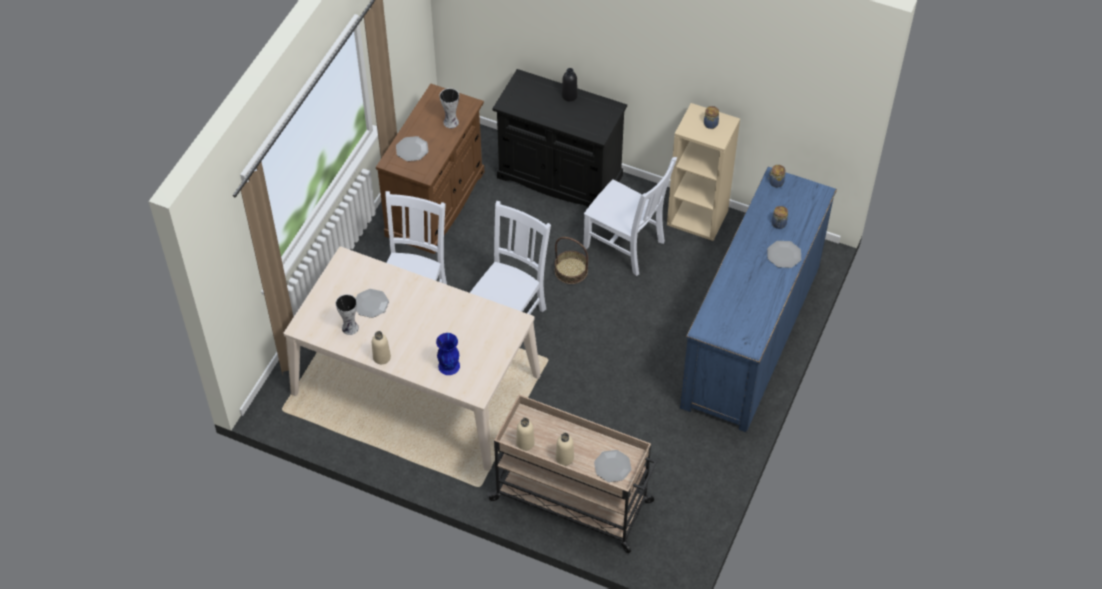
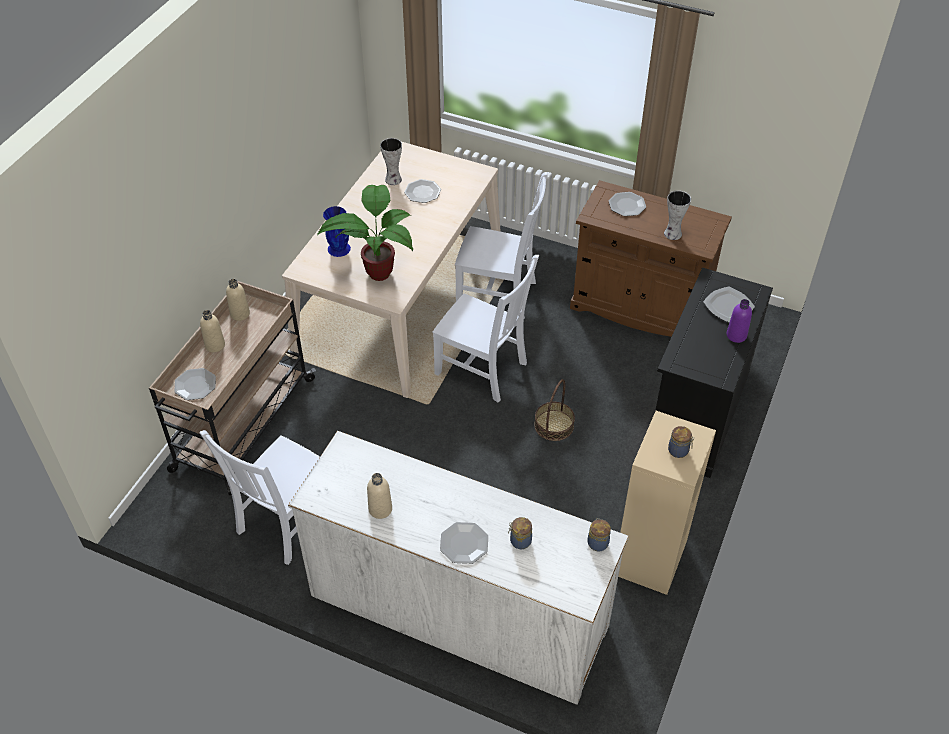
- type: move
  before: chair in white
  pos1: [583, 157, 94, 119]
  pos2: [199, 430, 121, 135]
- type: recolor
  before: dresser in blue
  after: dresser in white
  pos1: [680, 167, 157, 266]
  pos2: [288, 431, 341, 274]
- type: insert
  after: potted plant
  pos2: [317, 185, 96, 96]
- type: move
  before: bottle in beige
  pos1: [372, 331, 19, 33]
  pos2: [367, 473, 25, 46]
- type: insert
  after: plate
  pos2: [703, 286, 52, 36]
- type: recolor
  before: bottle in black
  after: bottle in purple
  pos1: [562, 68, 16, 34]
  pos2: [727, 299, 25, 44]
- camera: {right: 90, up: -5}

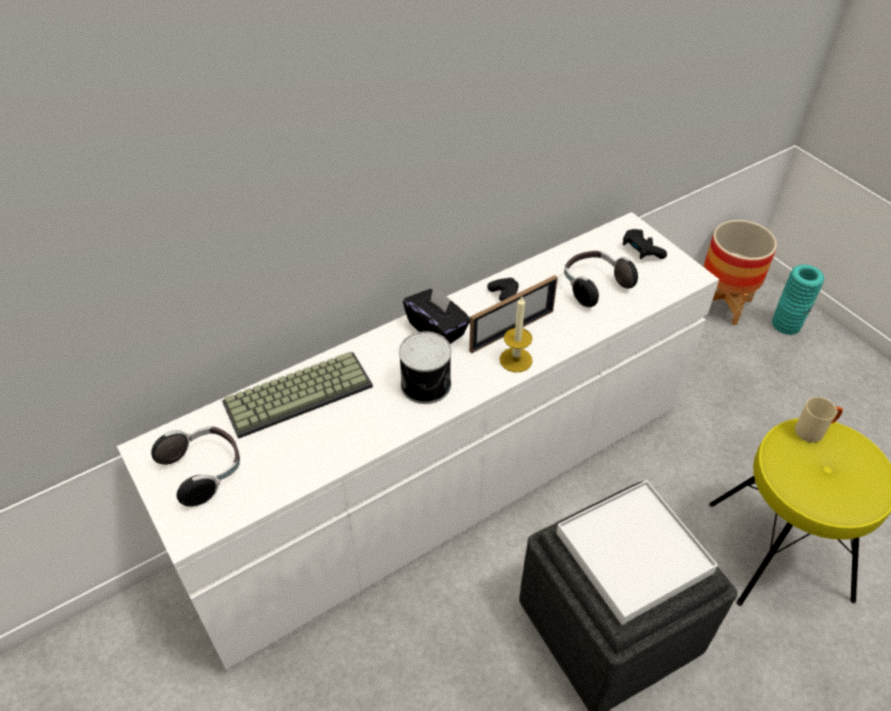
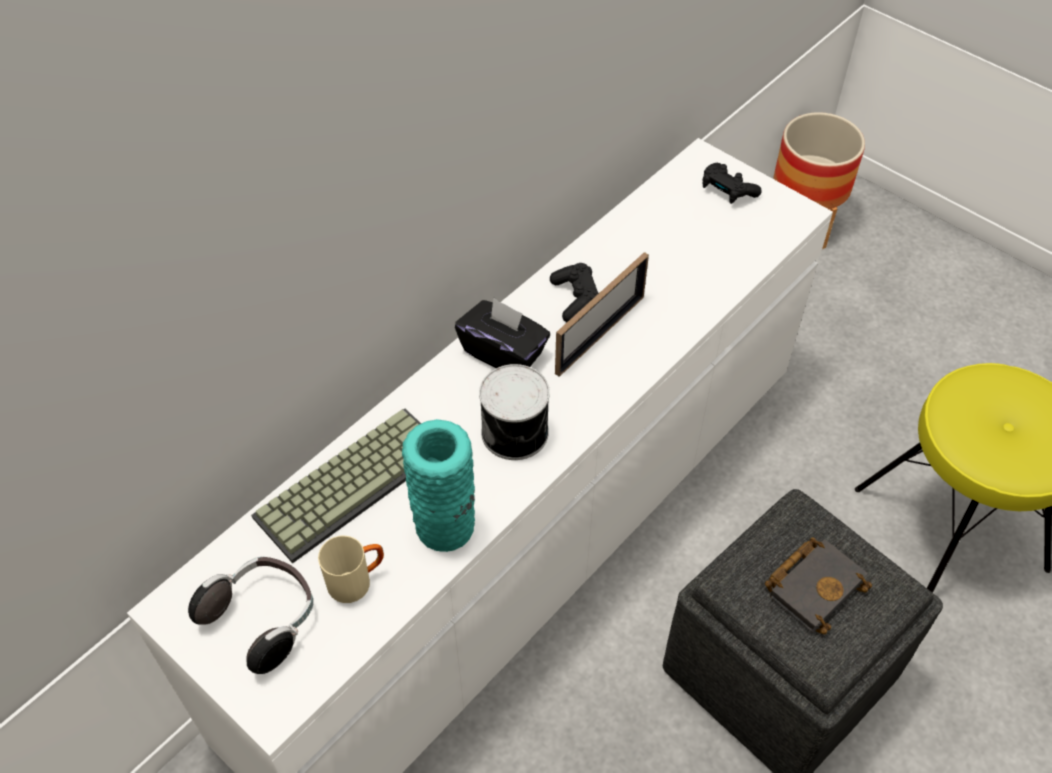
- type: move
  before: mug in beige
  pos1: [795, 397, 48, 46]
  pos2: [318, 535, 66, 68]
- type: move
  before: vase in turquoise
  pos1: [772, 265, 52, 70]
  pos2: [402, 419, 73, 133]
- type: replace
  before: tray in white
  after: book in black
  pos1: [556, 480, 162, 145]
  pos2: [765, 537, 107, 97]
- type: delete
  before: candle
  pos1: [500, 297, 32, 75]
- type: delete
  before: headphones
  pos1: [564, 251, 74, 56]
- camera: {right: -15, up: 5}

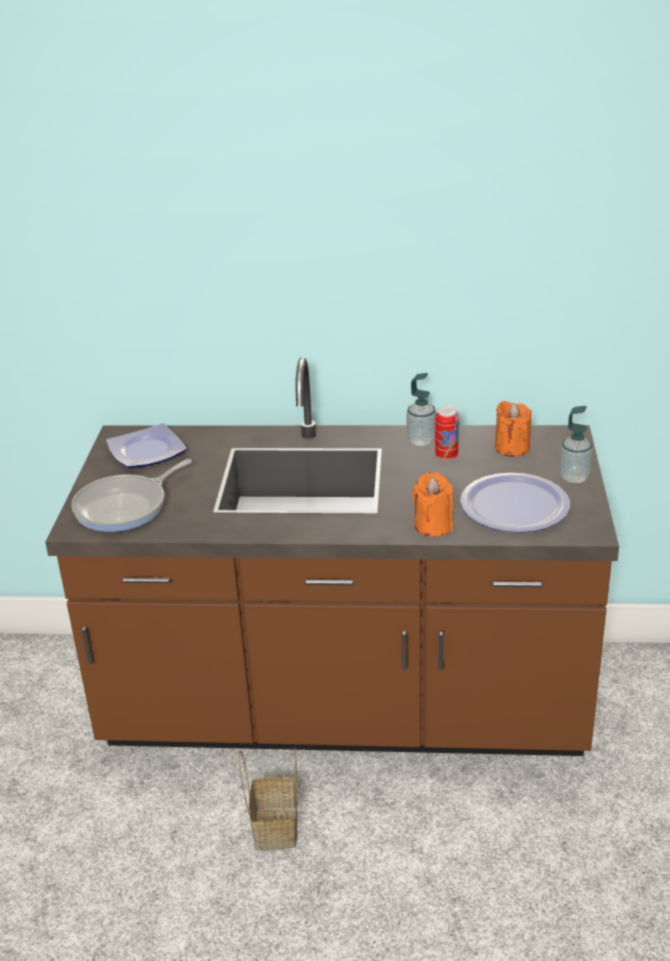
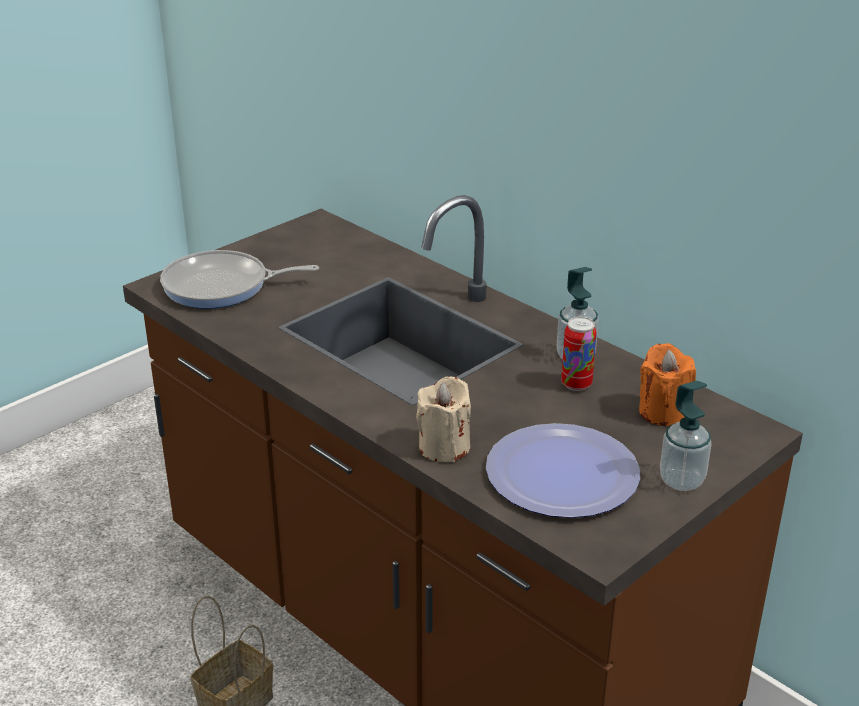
- type: recolor
  before: candle in orange
  after: candle in beige
  pos1: [412, 472, 42, 65]
  pos2: [416, 376, 55, 86]
- type: delete
  before: plate
  pos1: [106, 423, 81, 45]
- camera: {right: 40, up: 0}

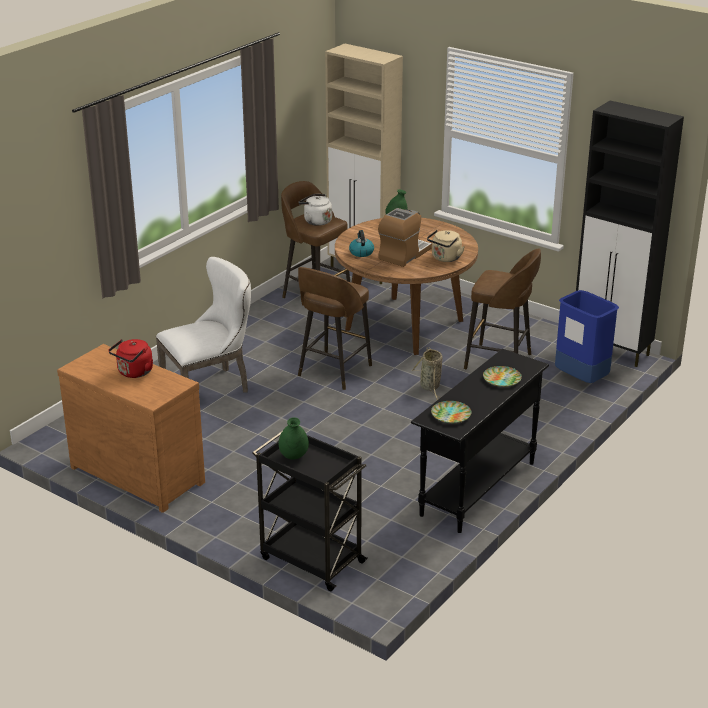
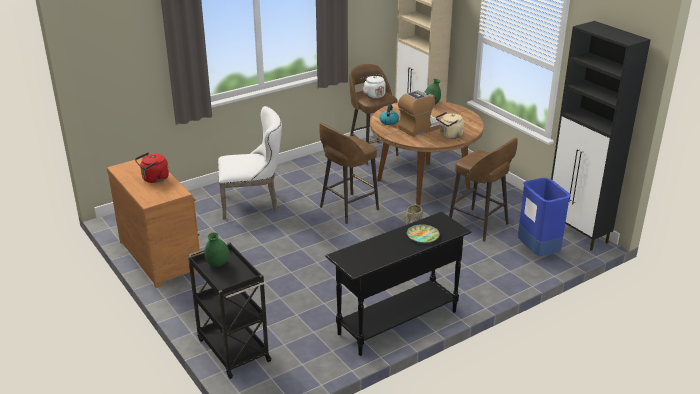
- type: delete
  before: plate
  pos1: [431, 401, 41, 22]
- camera: {right: 20, up: 0}

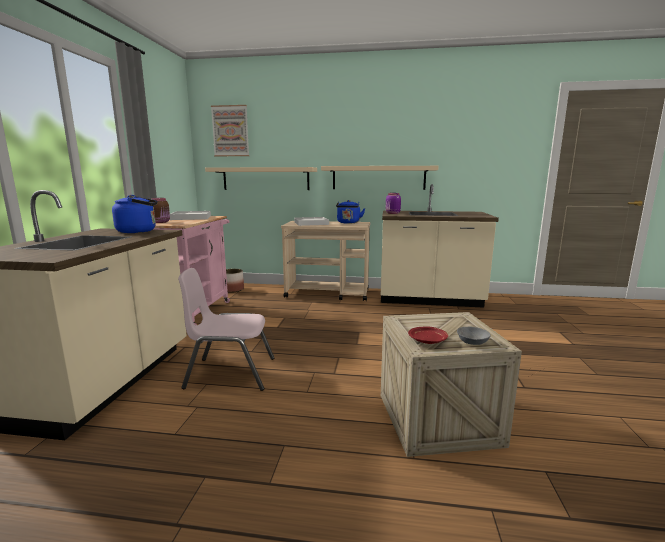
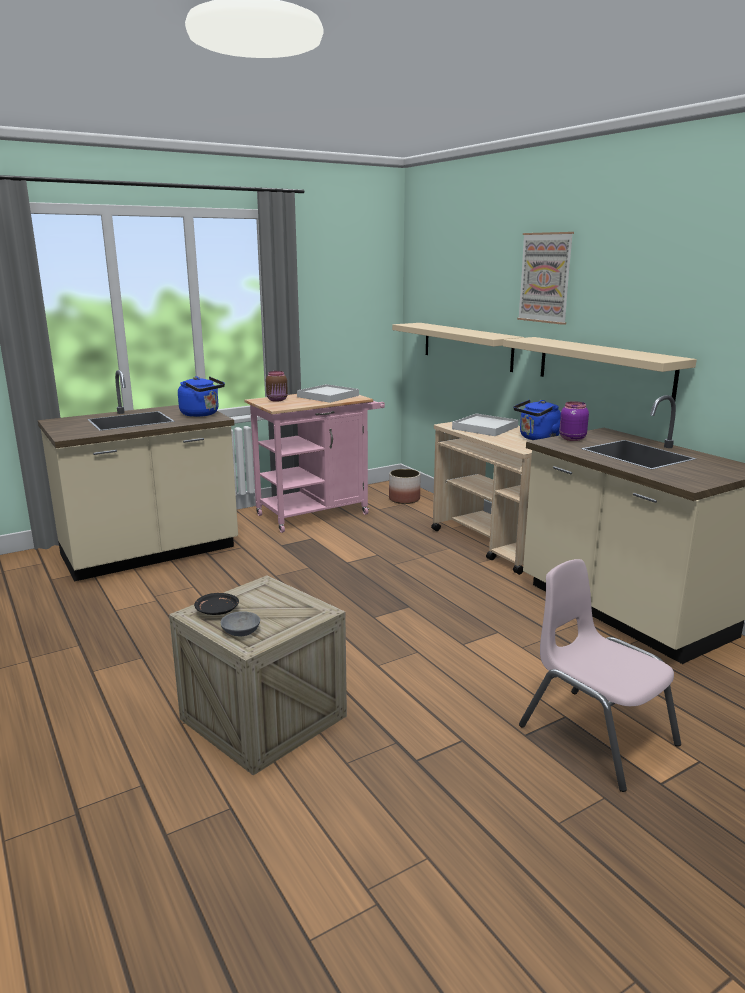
- type: recolor
  before: plate in red
  after: plate in black
  pos1: [408, 327, 40, 17]
  pos2: [194, 593, 45, 22]
- type: move
  before: picture
  pos1: [211, 105, 38, 51]
  pos2: [517, 232, 57, 93]
- type: move
  before: chair in pink
  pos1: [178, 268, 96, 123]
  pos2: [519, 559, 162, 233]
- camera: {right: 50, up: 5}

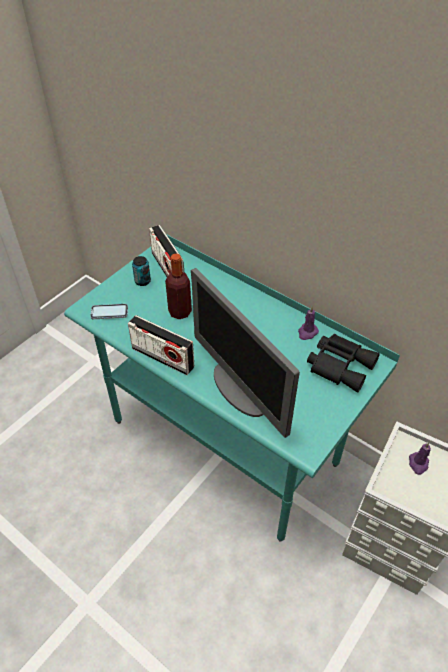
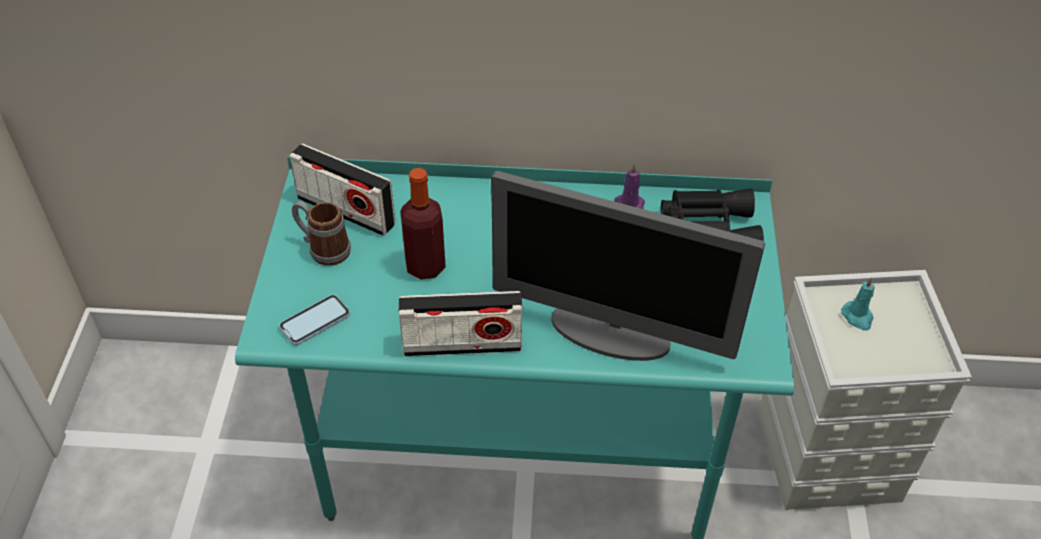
- type: replace
  before: can
  after: mug
  pos1: [132, 256, 19, 30]
  pos2: [292, 201, 59, 65]
- type: recolor
  before: candle in purple
  after: candle in turquoise
  pos1: [409, 442, 22, 33]
  pos2: [841, 277, 34, 54]
- camera: {right: -35, up: 0}

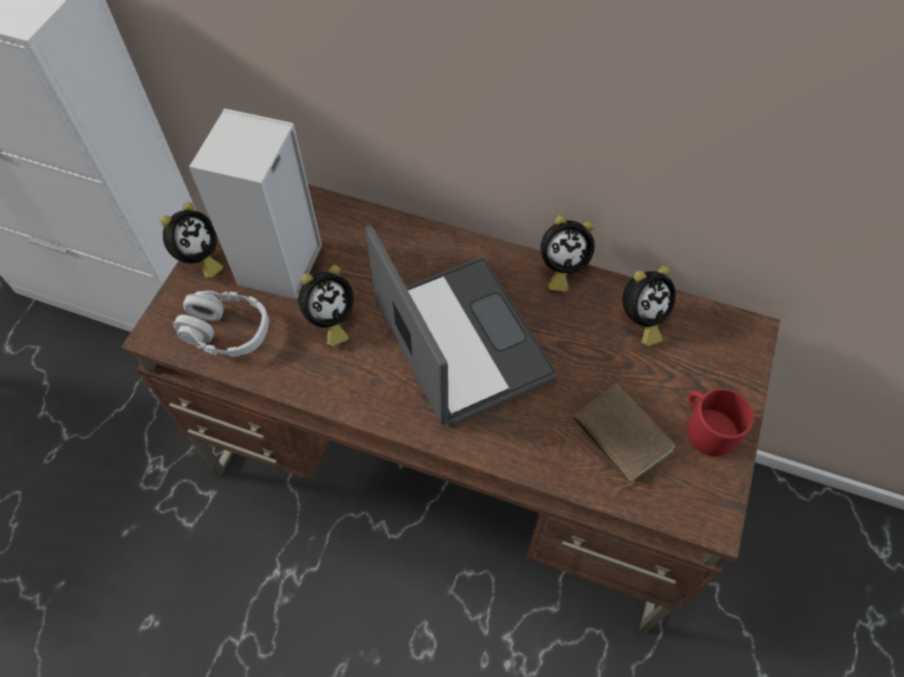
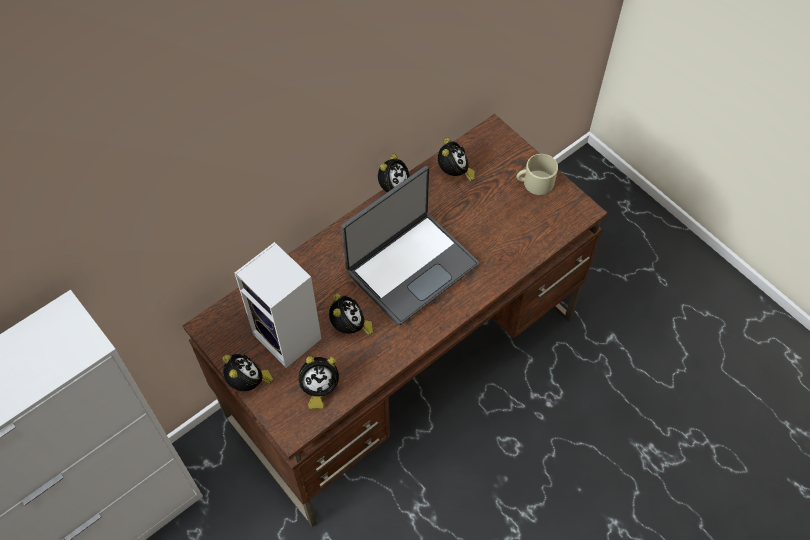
- type: replace
  before: headphones in grey
  after: alarm clock
  pos1: [173, 290, 96, 67]
  pos2: [299, 356, 40, 53]
- type: rotate
  before: laptop
  pos1: [365, 225, 192, 202]
  pos2: [341, 166, 138, 159]
  turn: 135
- type: recolor
  before: mug in red
  after: mug in beige
  pos1: [687, 389, 67, 68]
  pos2: [517, 154, 41, 41]
- type: delete
  before: book in brown
  pos1: [574, 384, 102, 108]
- camera: {right: -60, up: 0}

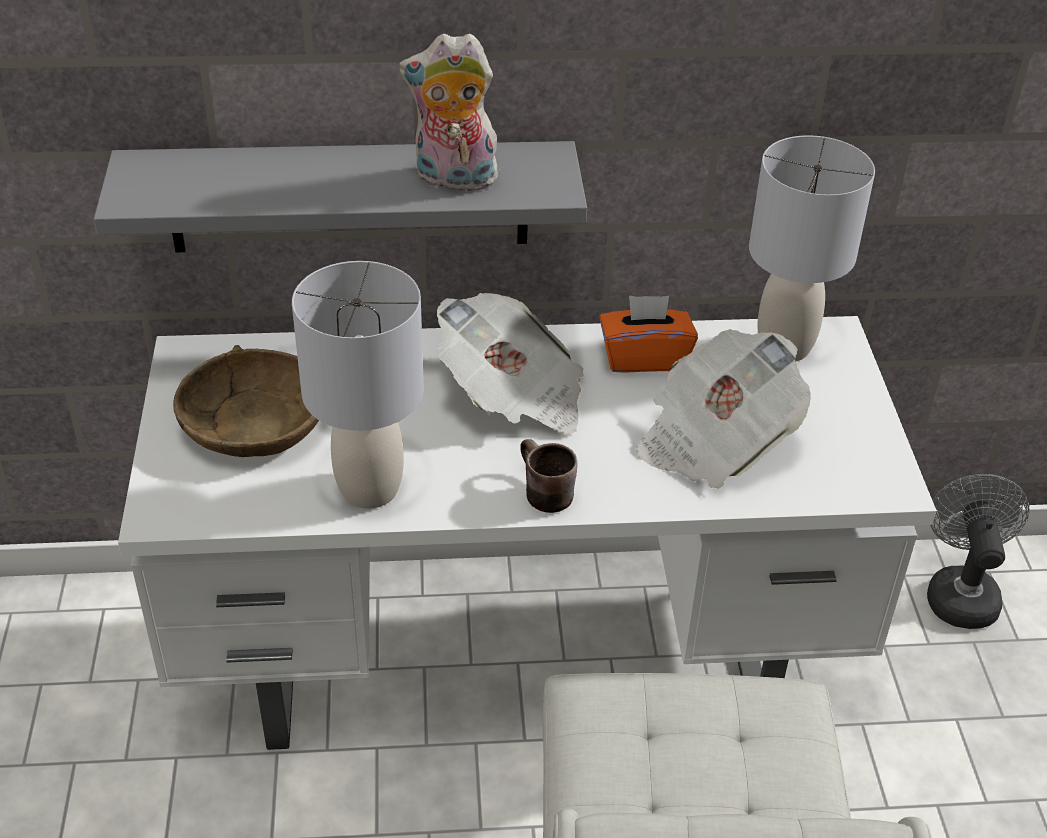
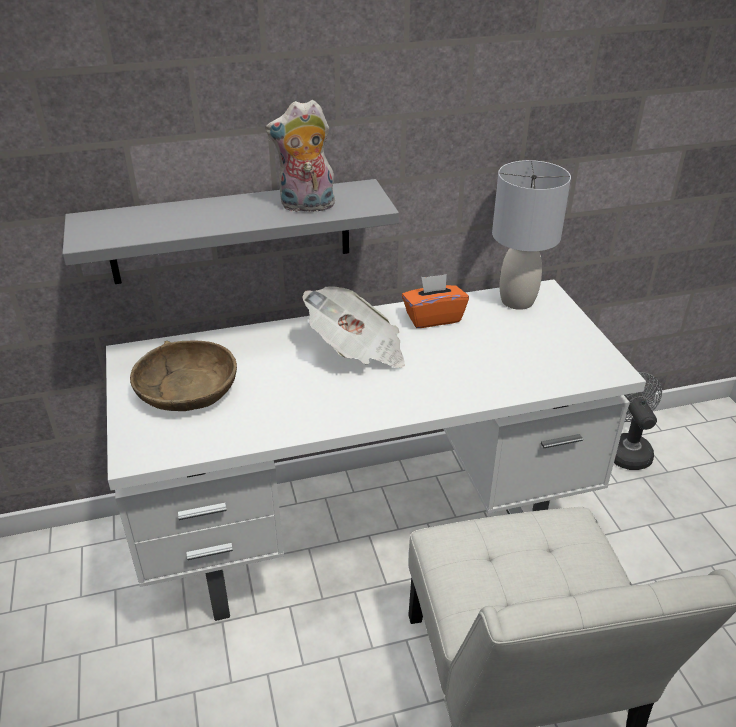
- type: delete
  before: table lamp in grey
  pos1: [292, 261, 132, 248]
- type: delete
  before: mug in brown
  pos1: [520, 439, 57, 74]
- type: delete
  before: newspaper
  pos1: [636, 329, 175, 160]
- camera: {right: -10, up: -5}

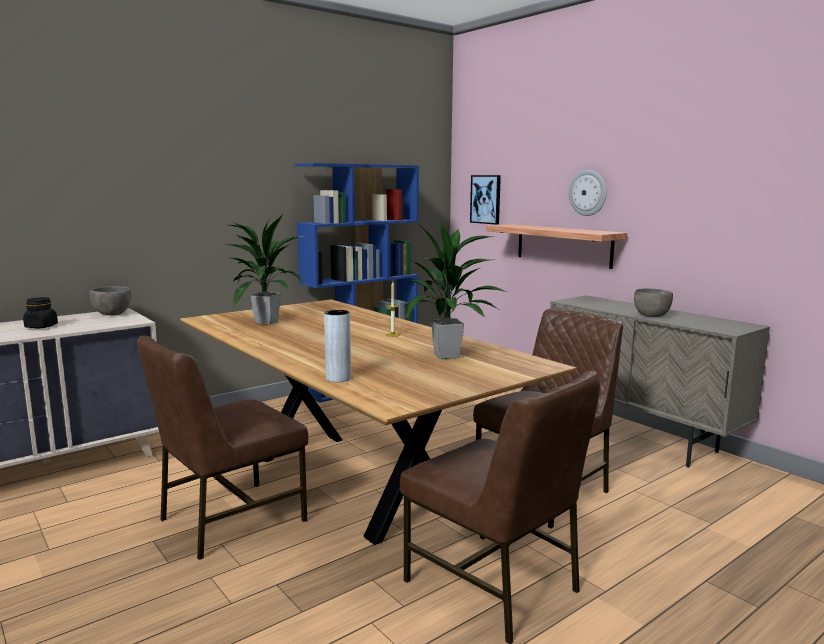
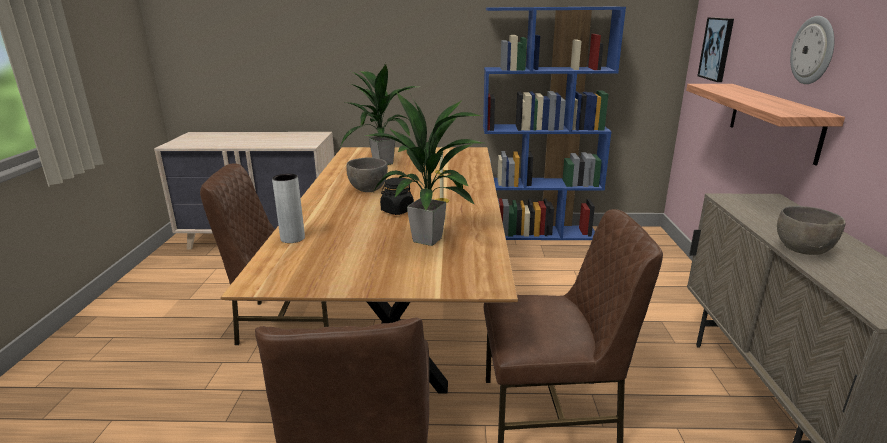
- type: move
  before: bowl in grey
  pos1: [89, 286, 42, 29]
  pos2: [346, 157, 42, 35]
- type: move
  before: jar in black
  pos1: [23, 297, 35, 31]
  pos2: [380, 178, 34, 37]
- camera: {right: 40, up: 10}

